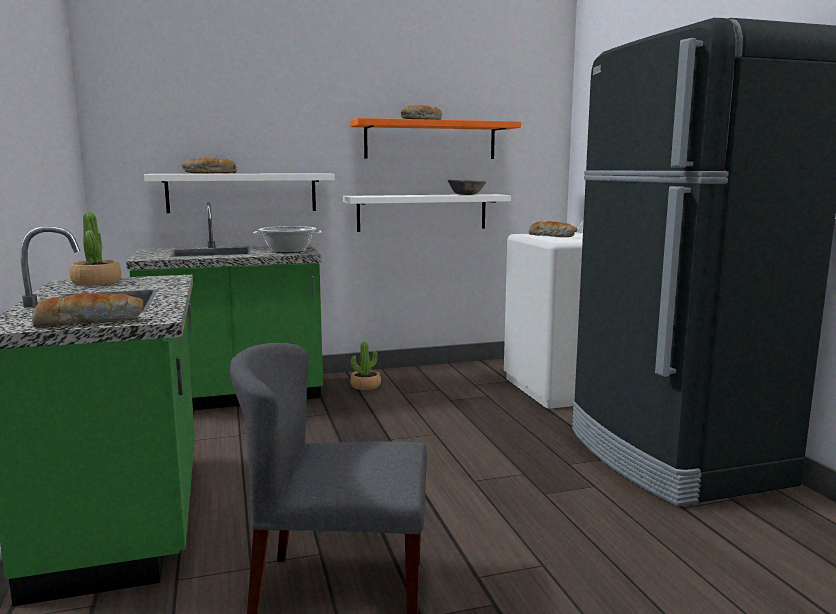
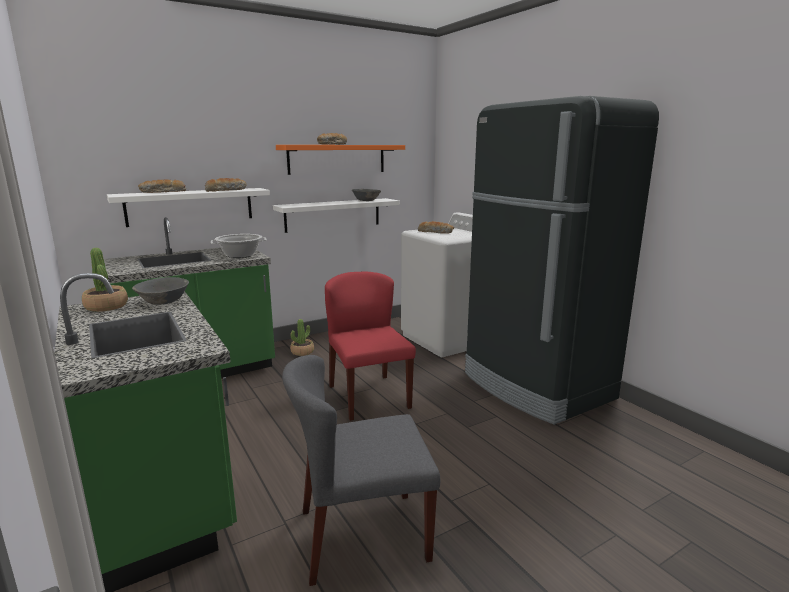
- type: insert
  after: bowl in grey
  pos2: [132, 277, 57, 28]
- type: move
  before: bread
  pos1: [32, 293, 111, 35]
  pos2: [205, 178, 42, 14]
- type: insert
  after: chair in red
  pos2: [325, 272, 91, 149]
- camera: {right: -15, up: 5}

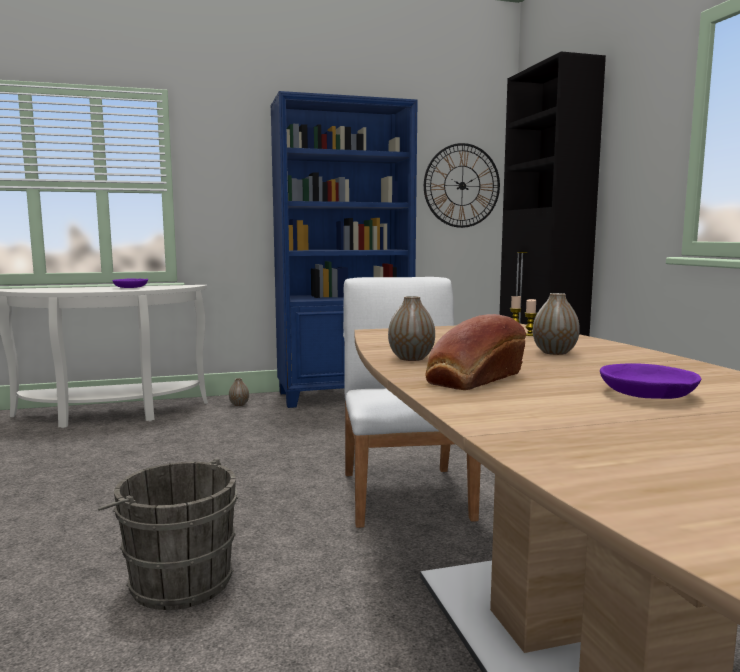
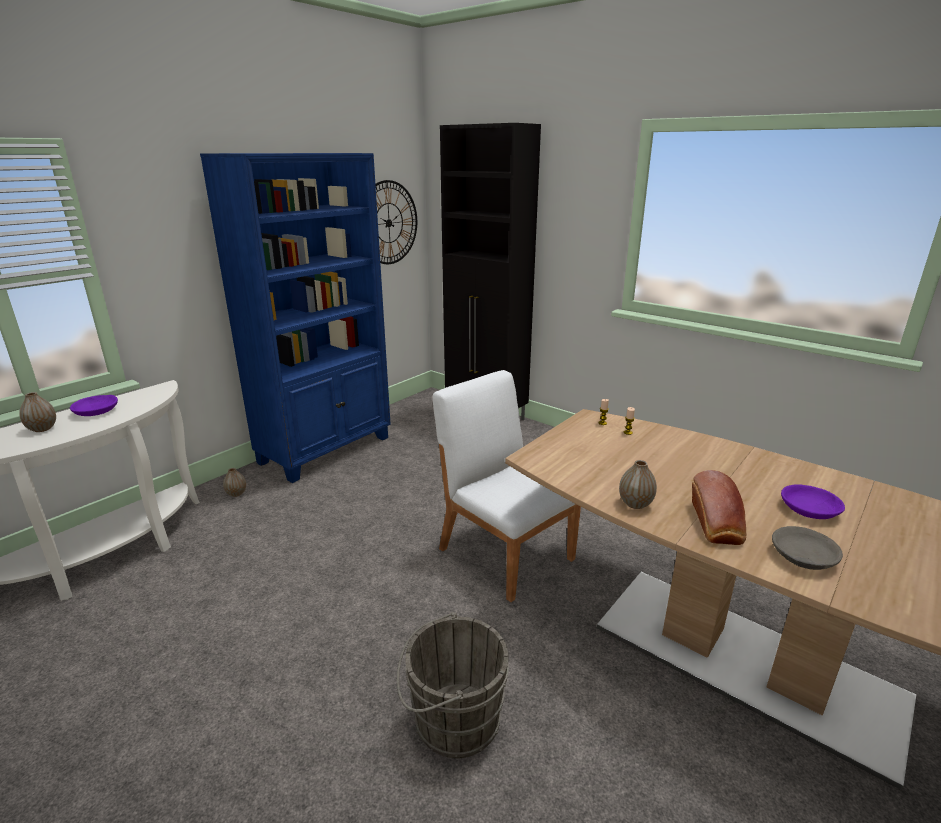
- type: move
  before: vase
  pos1: [533, 293, 47, 62]
  pos2: [19, 392, 37, 40]
- type: insert
  after: bowl in grey
  pos2: [772, 526, 71, 44]
- camera: {right: -35, up: 15}

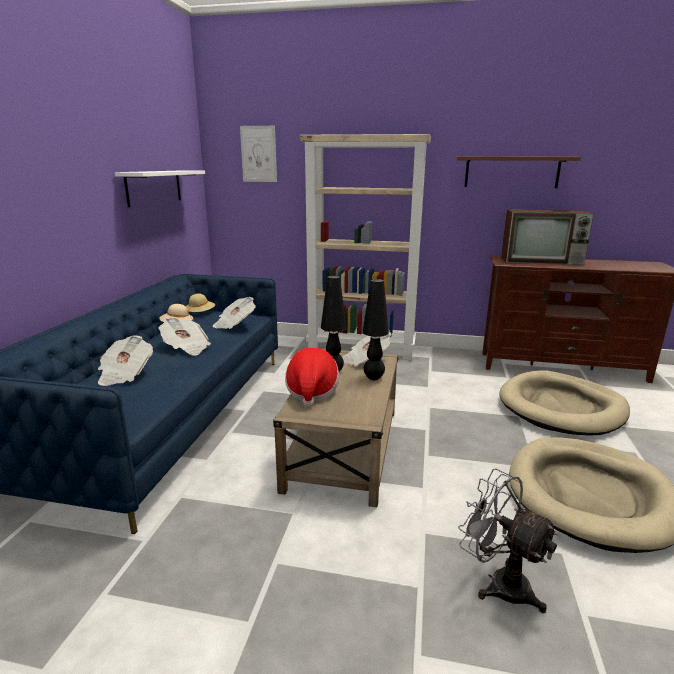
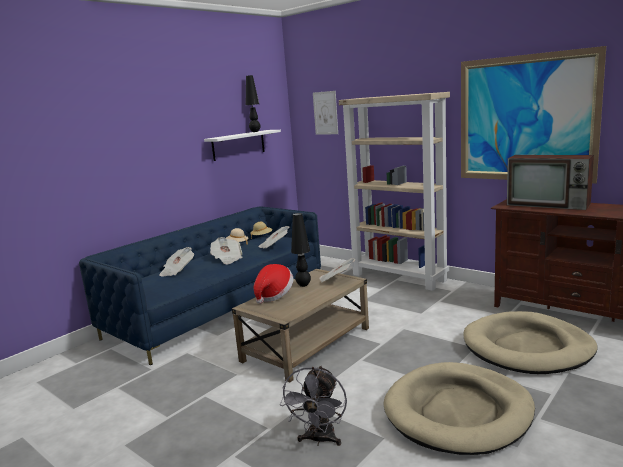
- type: move
  before: table lamp in black
  pos1: [362, 279, 27, 101]
  pos2: [246, 75, 14, 57]
- type: rotate
  before: fan in grey
  pos1: [458, 468, 100, 145]
  pos2: [279, 366, 68, 80]
  turn: -150
- type: replace
  before: shelf in brown
  after: picture
  pos1: [456, 157, 125, 31]
  pos2: [461, 46, 145, 138]
- camera: {right: 30, up: -5}

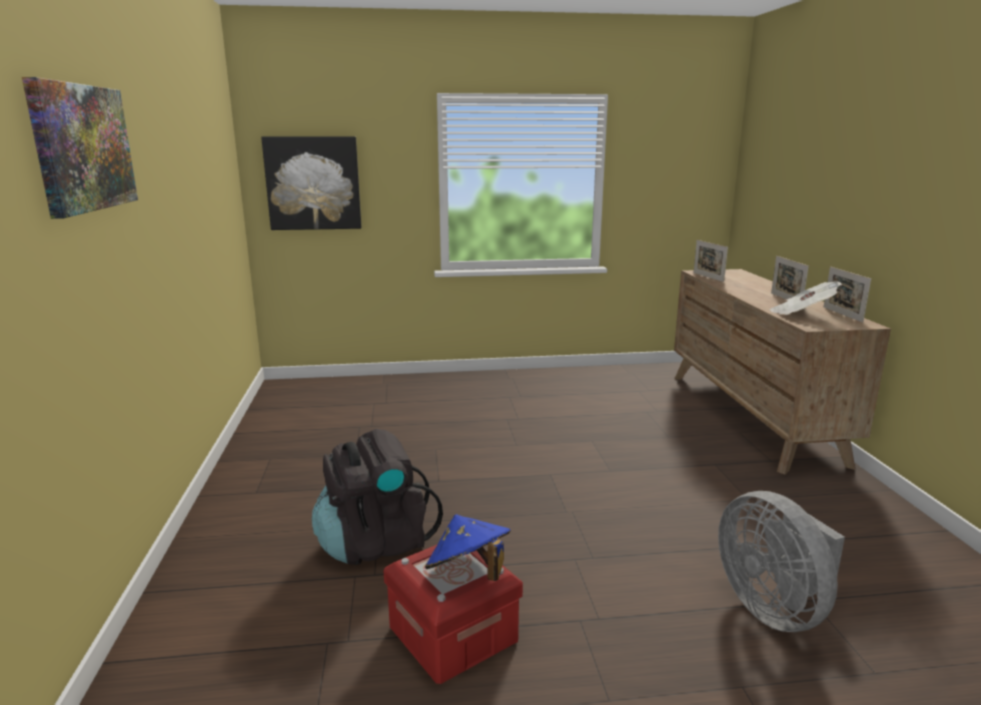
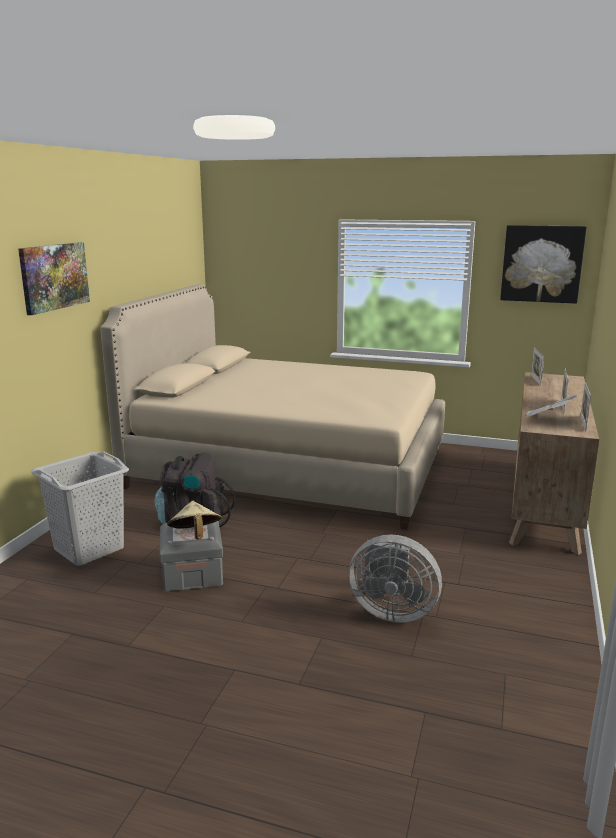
- type: insert
  after: laundry basket in grey
  pos2: [31, 452, 98, 114]
- type: insert
  after: bed in beige
  pos2: [100, 284, 345, 246]
- type: recolor
  before: storage box in red
  after: storage box in grey
  pos1: [383, 545, 140, 139]
  pos2: [160, 521, 63, 70]
- type: recolor
  before: hat in blue
  after: hat in beige
  pos1: [425, 514, 86, 67]
  pos2: [167, 501, 55, 38]
- type: rotate
  before: fan in grey
  pos1: [718, 491, 127, 141]
  pos2: [349, 534, 93, 89]
  turn: -75
- type: move
  before: picture
  pos1: [261, 136, 100, 94]
  pos2: [500, 225, 87, 79]
- camera: {right: 25, up: 0}

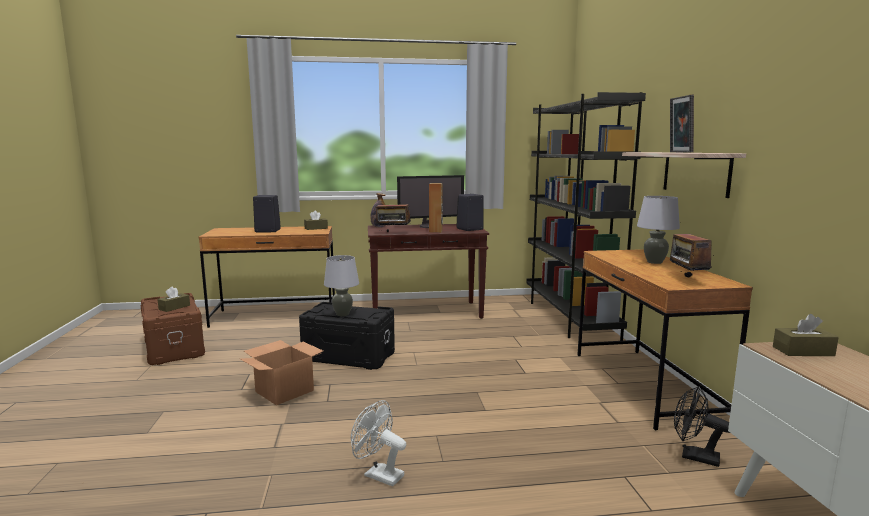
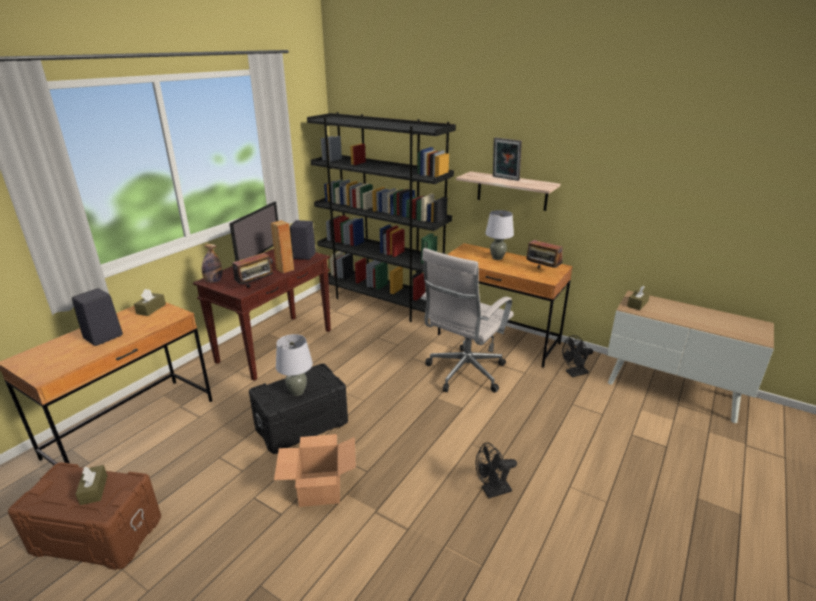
- type: insert
  after: office chair in white
  pos2: [421, 248, 93, 144]
- type: recolor
  before: fan in white
  after: fan in black
  pos1: [351, 400, 56, 87]
  pos2: [475, 443, 42, 55]
- camera: {right: -50, up: 15}

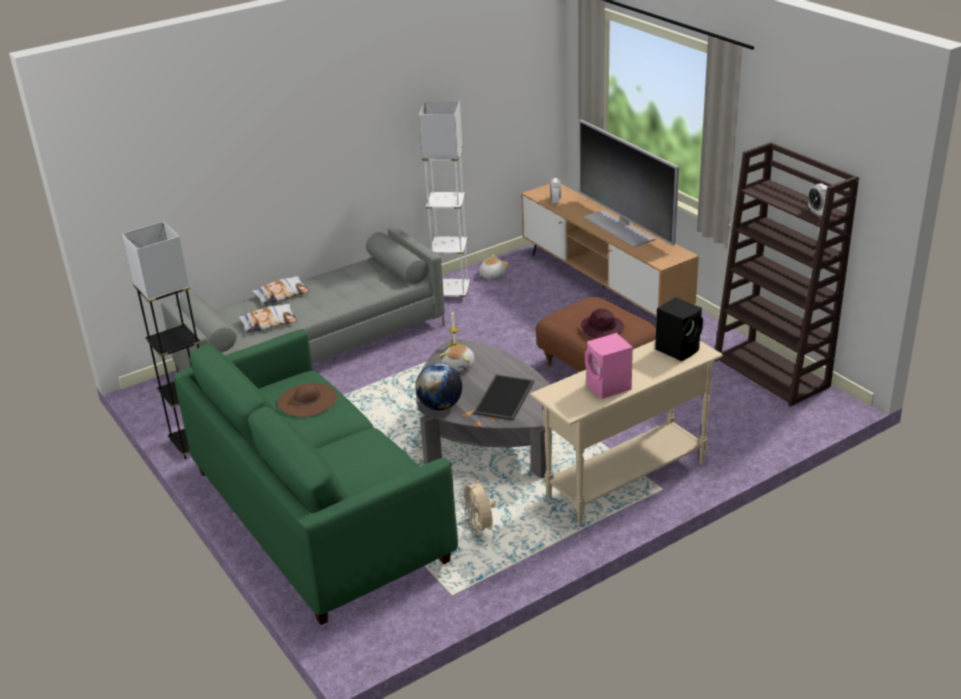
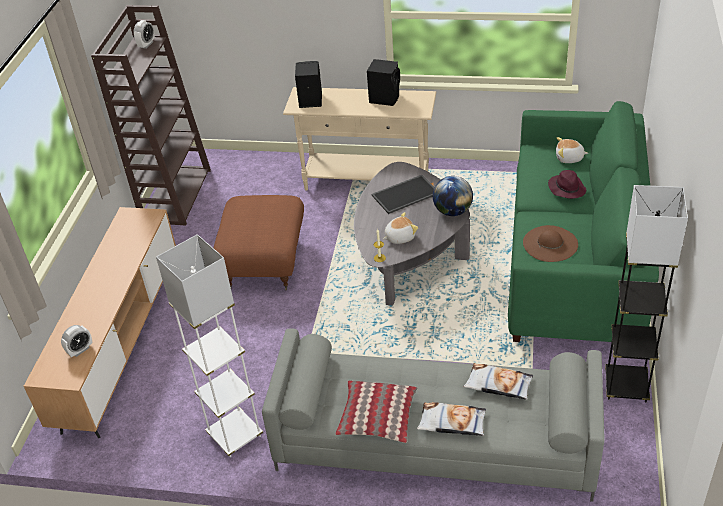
- type: insert
  after: pillow
  pos2: [335, 381, 83, 62]
- type: recolor
  before: speaker in pink
  after: speaker in black
  pos1: [585, 333, 48, 66]
  pos2: [367, 59, 33, 47]
- type: move
  before: hat in purple
  pos1: [581, 309, 43, 29]
  pos2: [548, 170, 38, 29]
- type: move
  before: plush toy
  pos1: [479, 255, 30, 24]
  pos2: [556, 137, 32, 26]
- type: delete
  before: fan in beige
  pos1: [460, 480, 35, 57]
- type: delete
  before: television
  pos1: [579, 119, 100, 128]
- camera: {right: -135, up: 10}

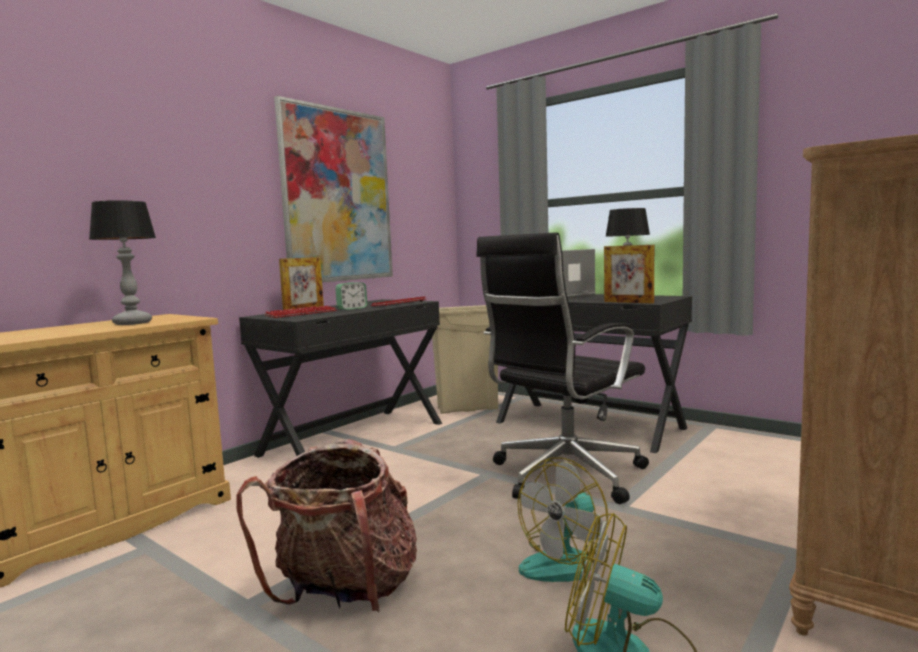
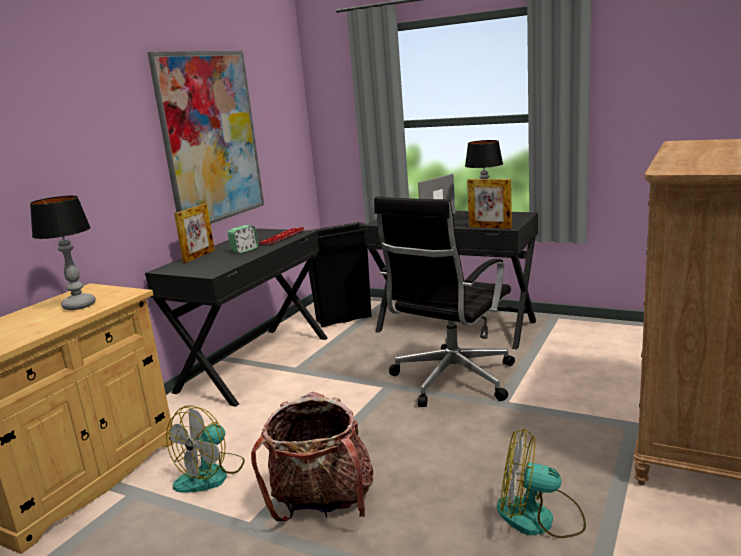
- type: move
  before: fan
  pos1: [518, 457, 91, 125]
  pos2: [166, 405, 79, 88]
- type: recolor
  before: trash can in beige
  after: trash can in black
  pos1: [432, 305, 66, 109]
  pos2: [308, 222, 64, 105]
- type: delete
  before: keyboard
  pos1: [264, 306, 73, 12]
- camera: {right: -10, up: 10}

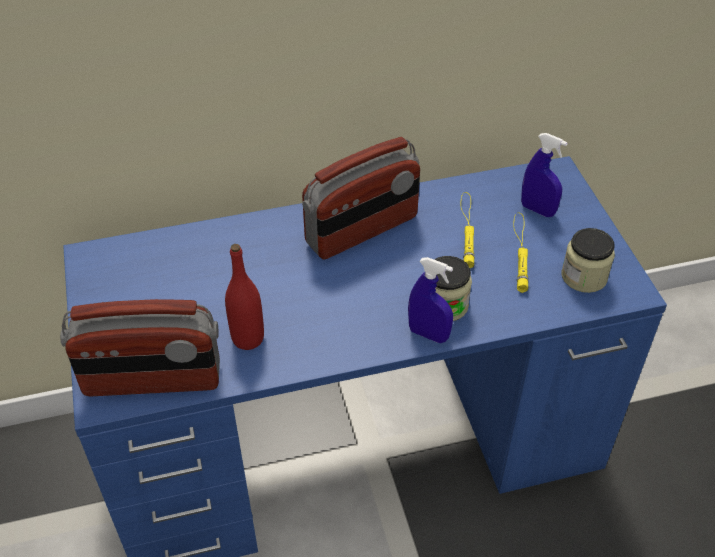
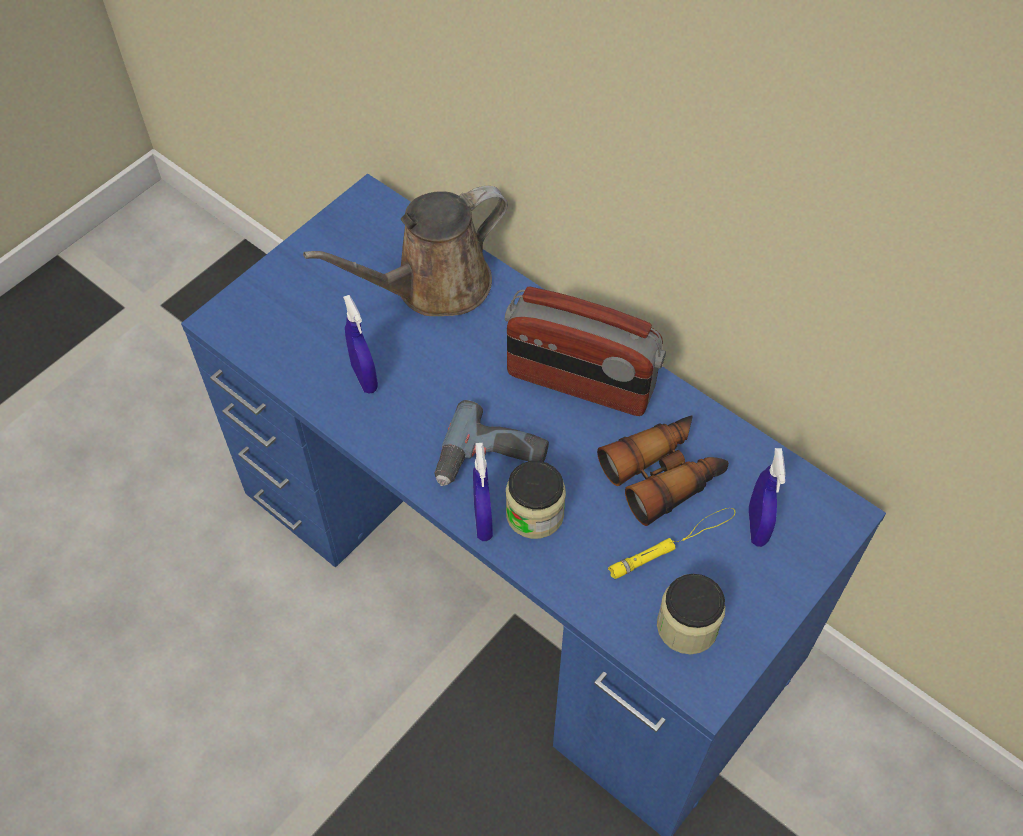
- type: insert
  after: watering can in brown
  pos2: [303, 186, 205, 130]
- type: replace
  before: bottle in red
  after: spray bottle in blue
  pos1: [225, 244, 39, 106]
  pos2: [343, 295, 35, 99]
- type: insert
  after: power drill
  pos2: [434, 400, 115, 86]
- type: replace
  before: flashlight in yellow
  after: binoculars
  pos1: [461, 192, 14, 76]
  pos2: [597, 416, 132, 110]
- type: delete
  before: radio
  pos1: [60, 299, 160, 97]
- camera: {right: 55, up: 10}

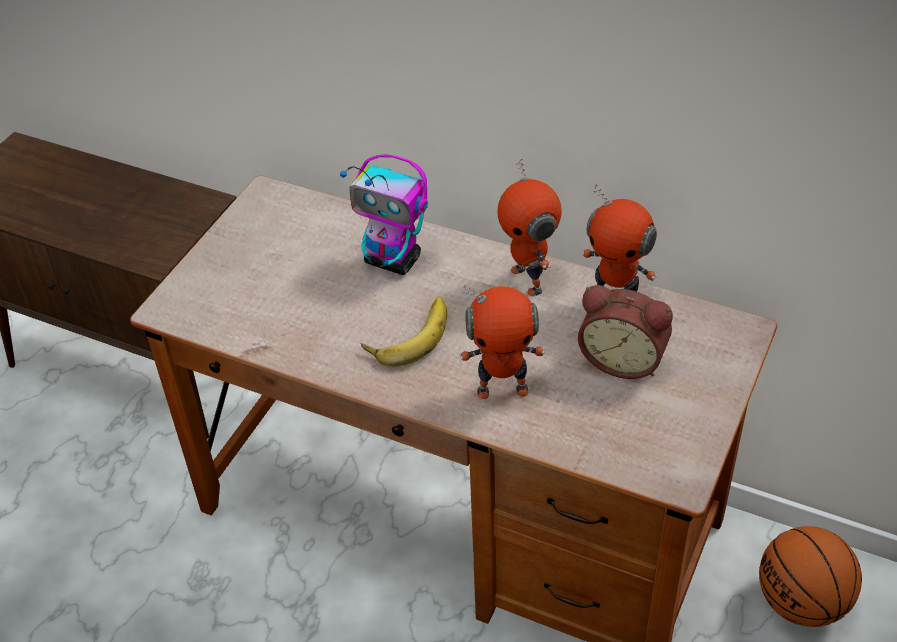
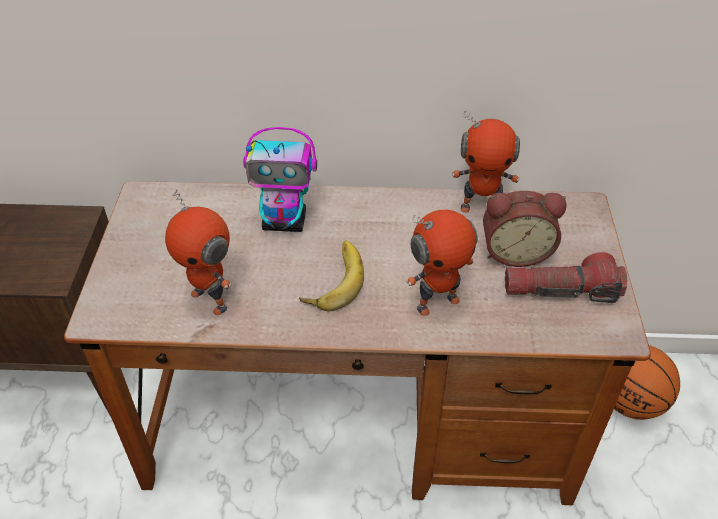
- type: move
  before: toy robot
  pos1: [497, 158, 65, 138]
  pos2: [165, 189, 67, 126]
- type: insert
  after: flashlight
  pos2: [505, 252, 122, 51]
- camera: {right: -25, up: 0}

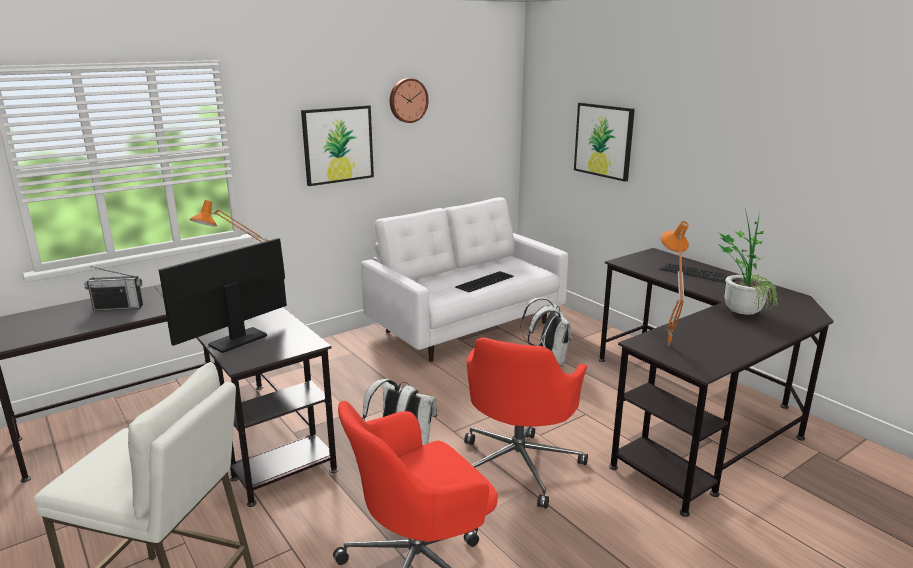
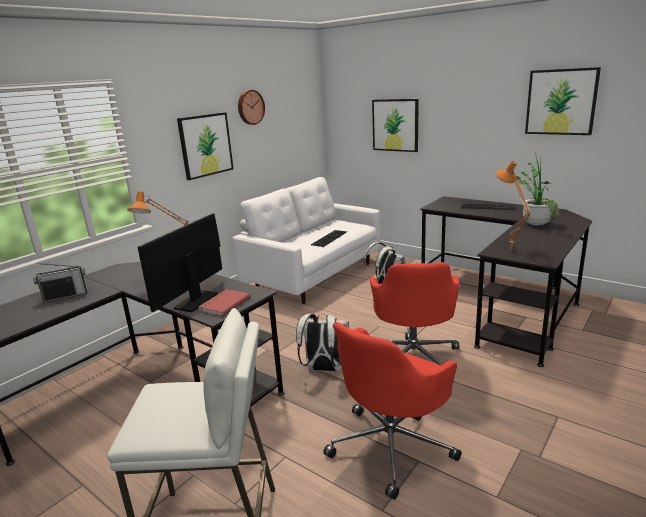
- type: insert
  after: book in red
  pos2: [198, 289, 53, 27]
- type: insert
  after: picture
  pos2: [525, 67, 76, 68]
- camera: {right: -15, up: 0}

